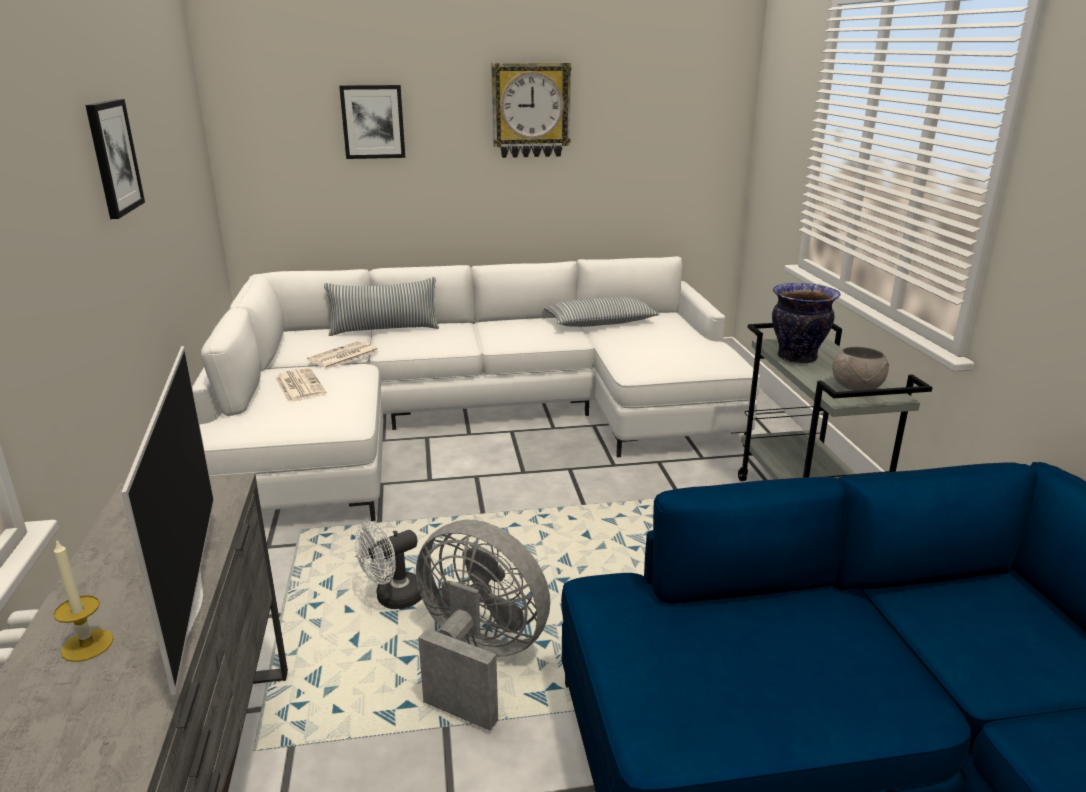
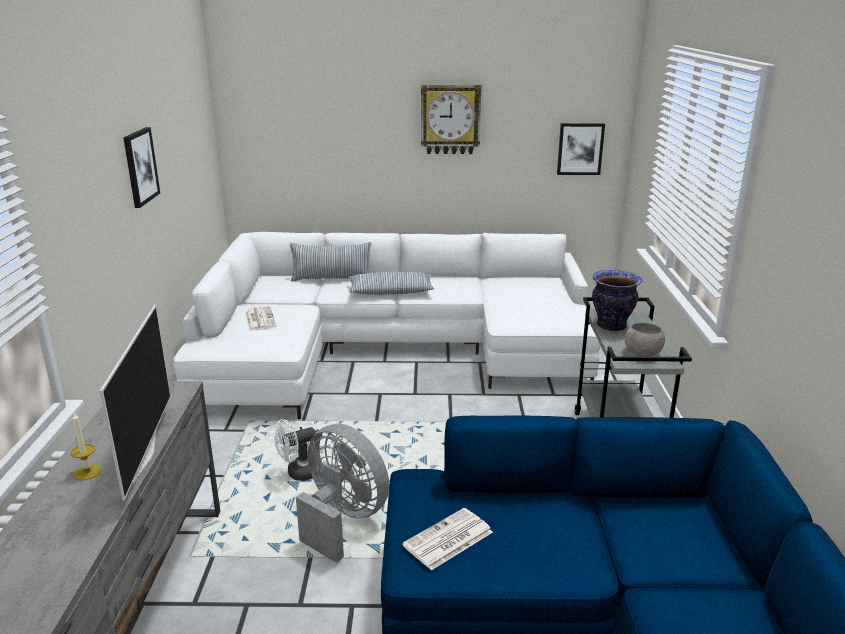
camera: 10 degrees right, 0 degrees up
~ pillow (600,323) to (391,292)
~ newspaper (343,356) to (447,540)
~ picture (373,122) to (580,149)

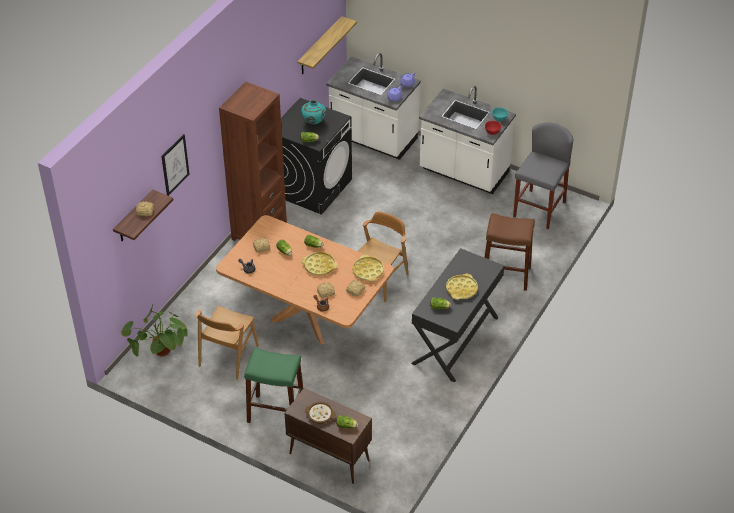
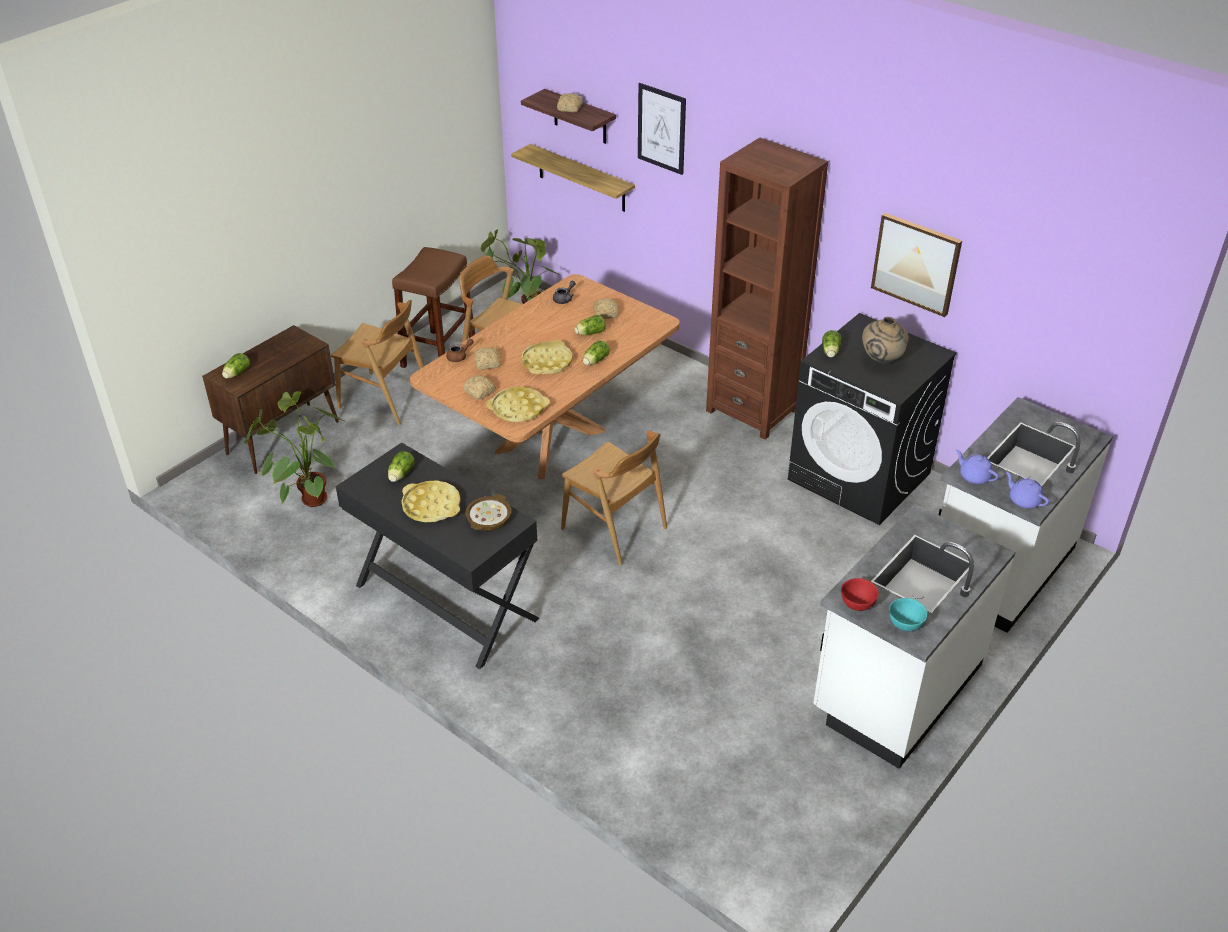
camera: 100 degrees right, 5 degrees down
+ potted plant (307,493)
~ green stool (276,412) to brown chair (384,399)
~ brown stool (506,275) to (438,354)
~ bowl (320,414) to (489,518)
~ shelf (320,46) to (581,178)
~ turquoise vase (313,122) to beige vase (882,360)
+ picture (916,263)
- grey stool (539,209)

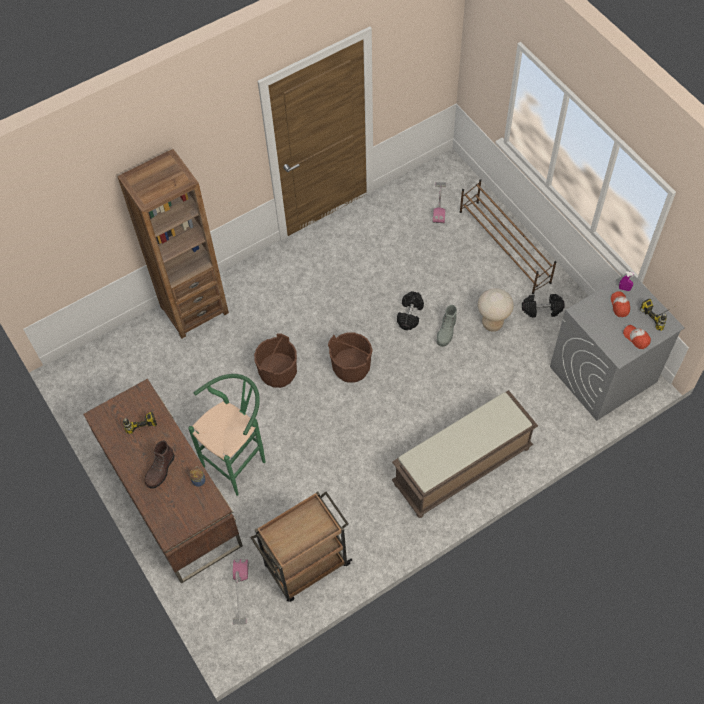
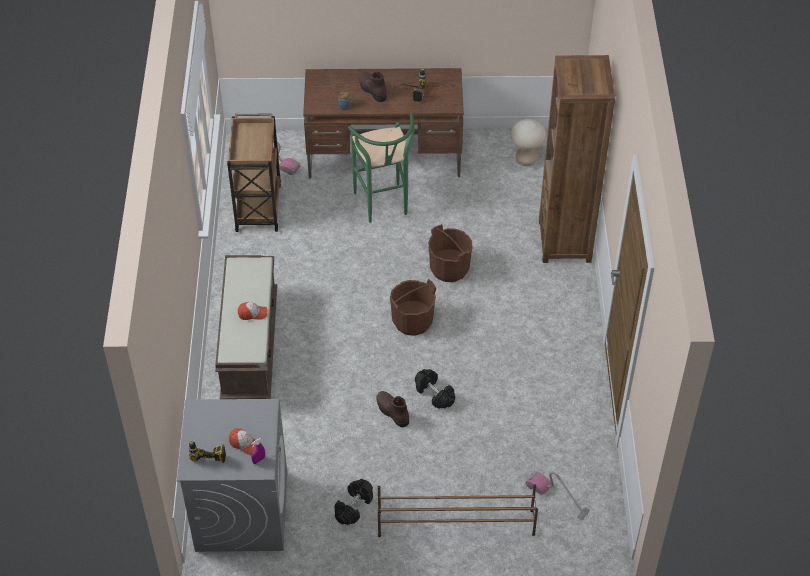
camera: 120 degrees right, 10 degrees down
~ cap (636,338) to (252,313)
~ grey boot (446,332) to brown boot (392,412)
~ beige stool (492,323) to (526,160)

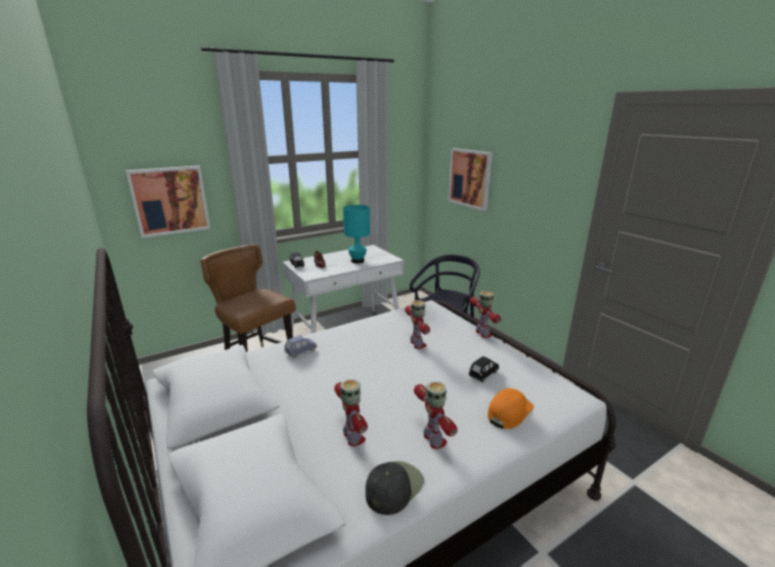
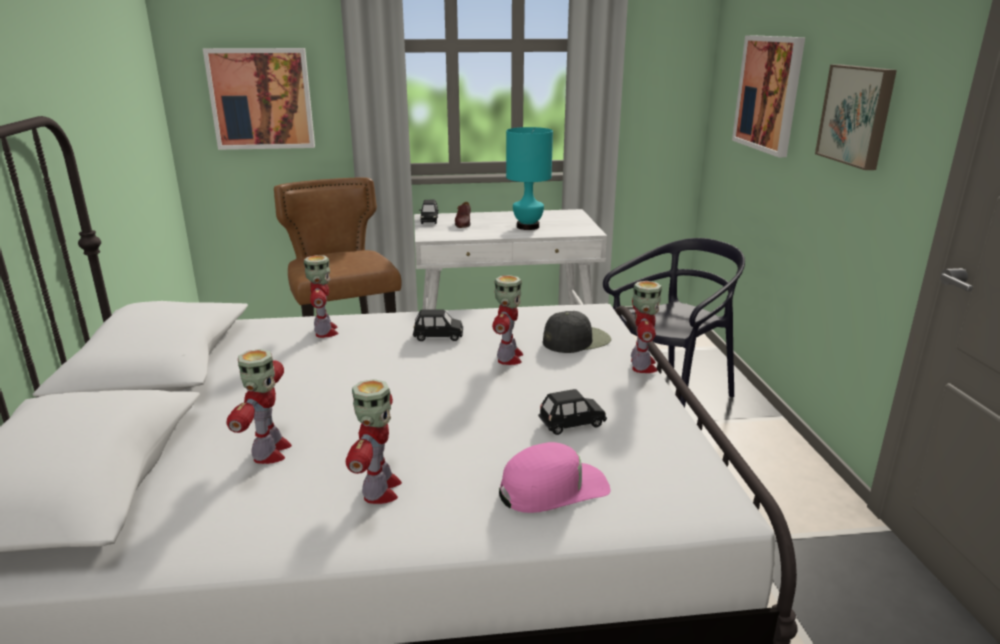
camera: 25 degrees right, 0 degrees up
~ blue toy car (301,351) to toy robot (325,332)
+ black toy car (438,336)
~ orange cap (509,412) to pink cap (553,489)
~ black cap (394,487) to (576,340)
+ picture (857,115)

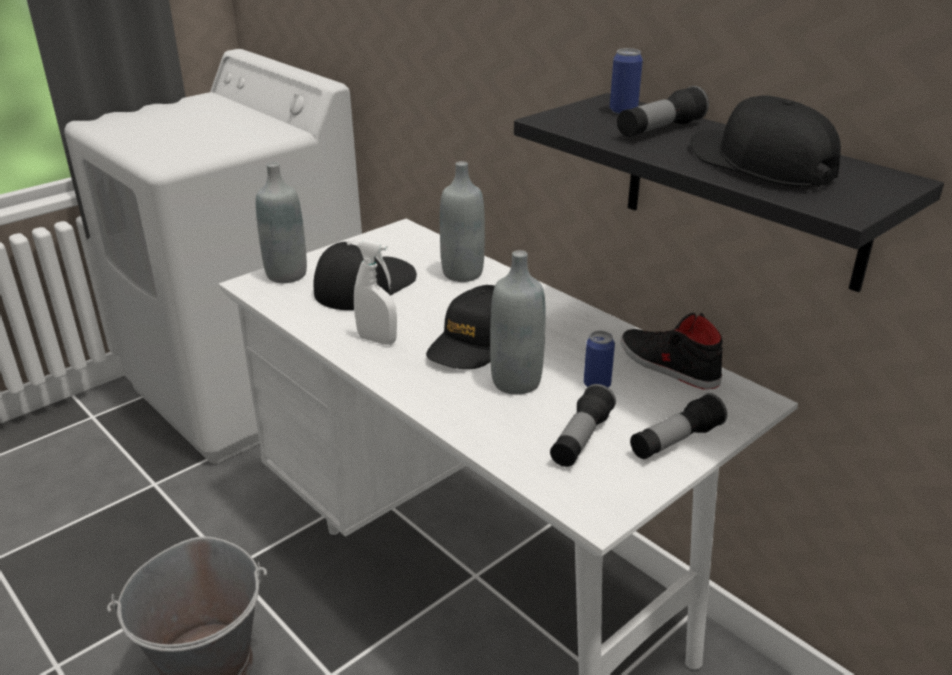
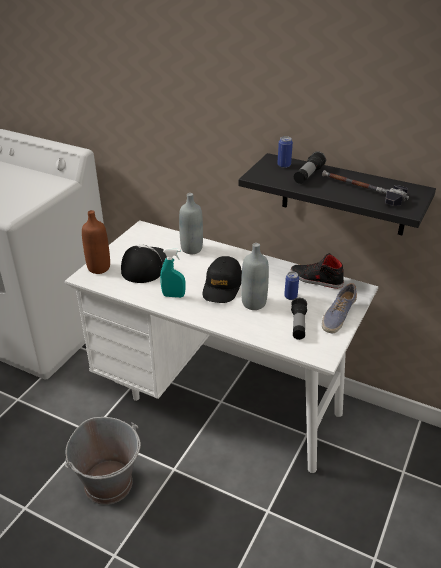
camera: 20 degrees left, 5 degrees up
~ grey bottle (286,275) to brown bottle (99,268)
~ white spray bottle (377,340) to turquoise spray bottle (173,295)
~ black cap (759,164) to hammer (362,190)
~ flashlight (675,441) to shoe (338,316)

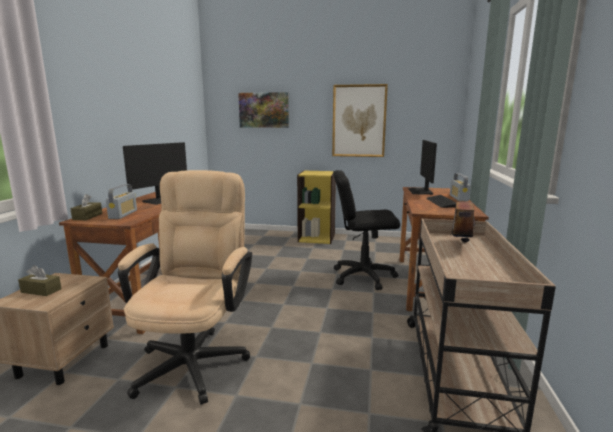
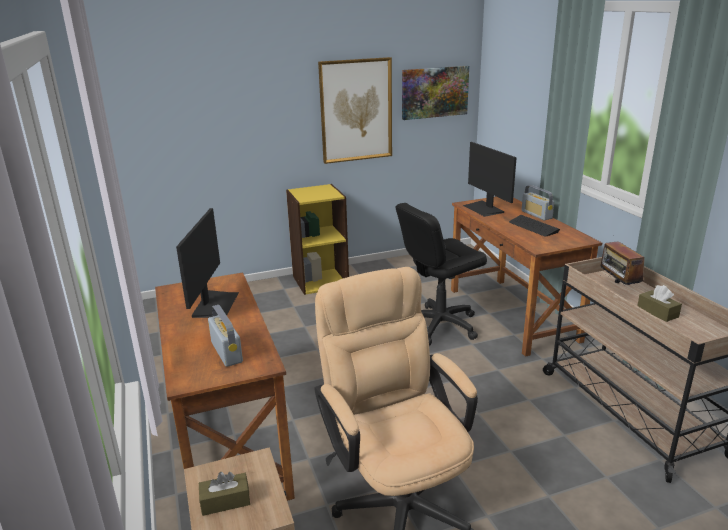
camera: 30 degrees left, 10 degrees up
~ picture (264,110) to (434,92)
~ brown tissue box (87,216) to (657,312)

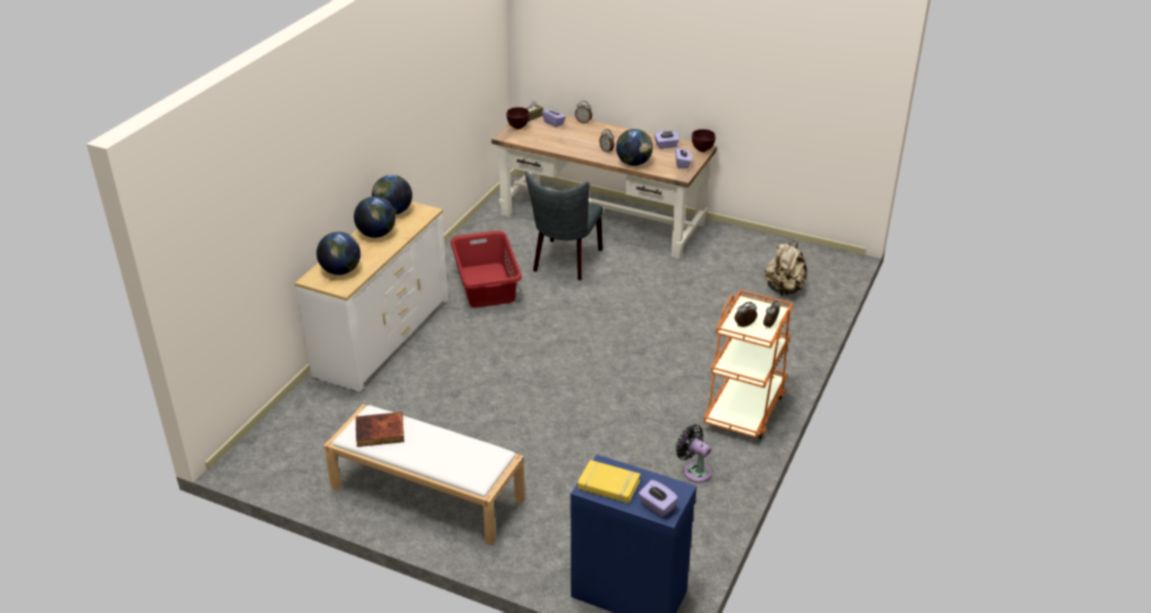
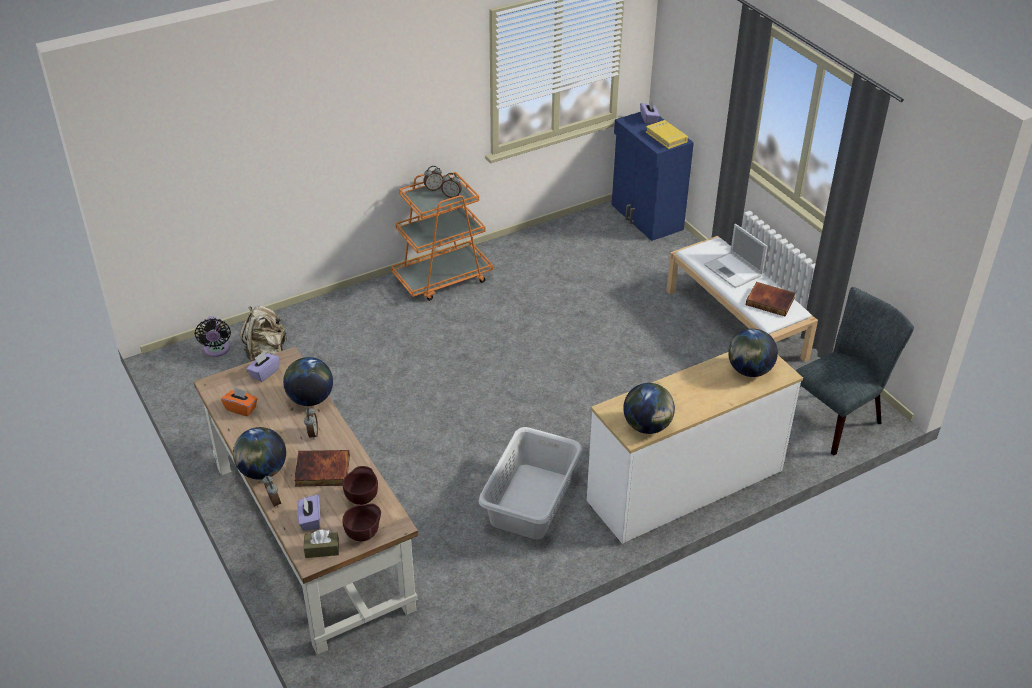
camera: 145 degrees left, 5 degrees up
~ black fan (695,471) to (216,350)
~ purple tissue box (666,145) to orange tissue box (241,408)
~ globe (376,234) to (262,471)
+ book (322,471)
~ brown bowl (703,150) to (362,498)
~ red laundry basket (487,285) to grey laundry basket (530,501)
+ laptop (734,271)
~ grey chair (565,262) to (838,418)

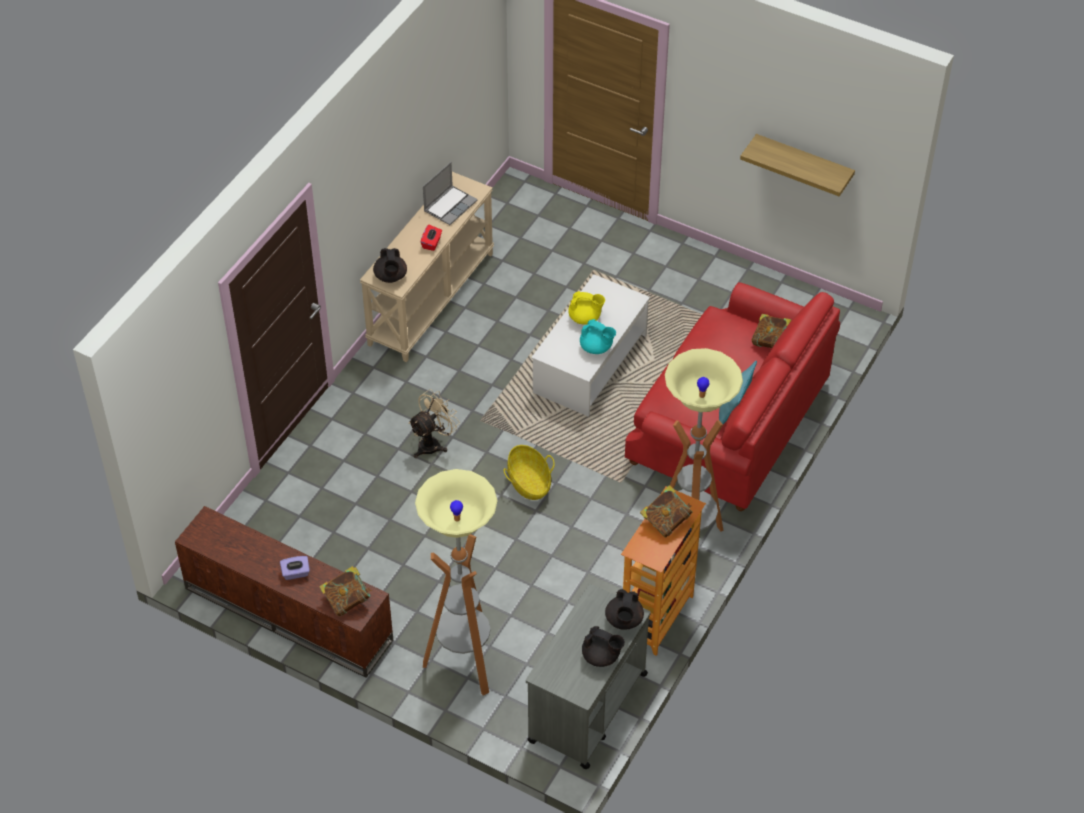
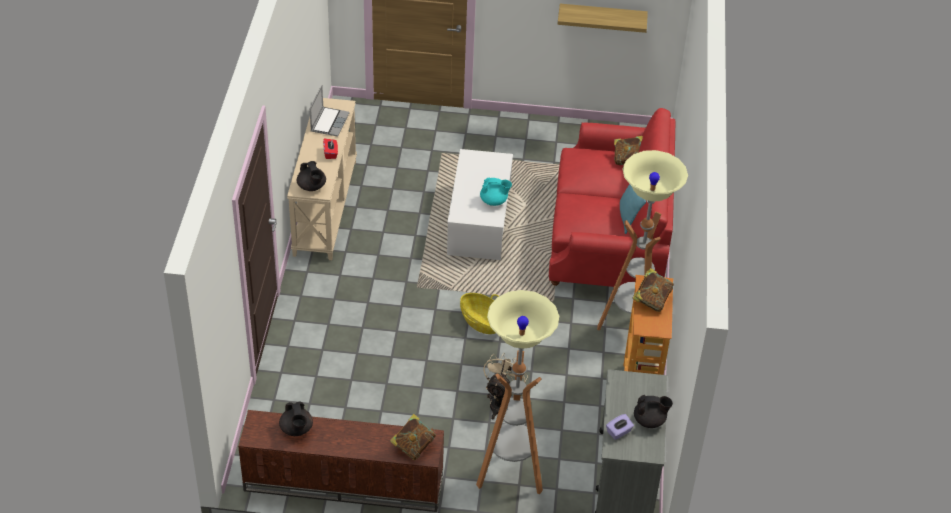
camera: 25 degrees left, 5 degrees down
~ black teapot (624,620) to (296,429)
~ beige fan (433,443) to (500,402)
~ purple tissue box (296,573) to (619,432)
- yellow teapot (585,318)

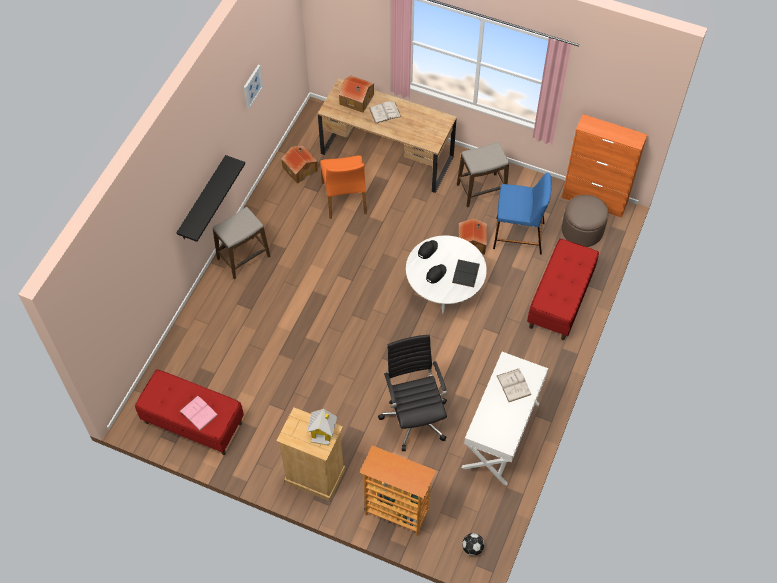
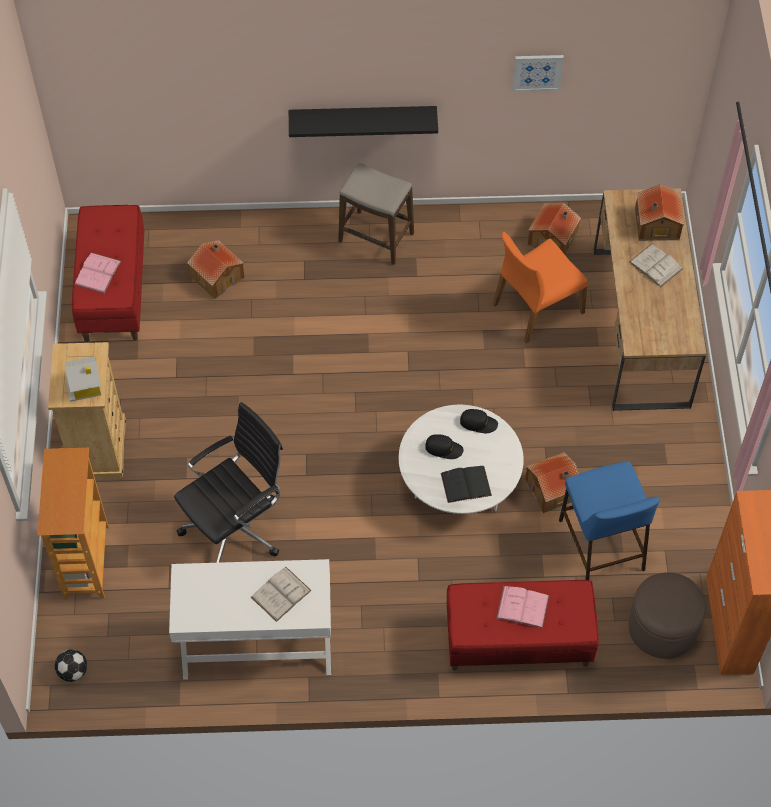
camera: 65 degrees right, 0 degrees up
+ toy house (217,275)
+ pink book (522,607)
- stool (481,190)

